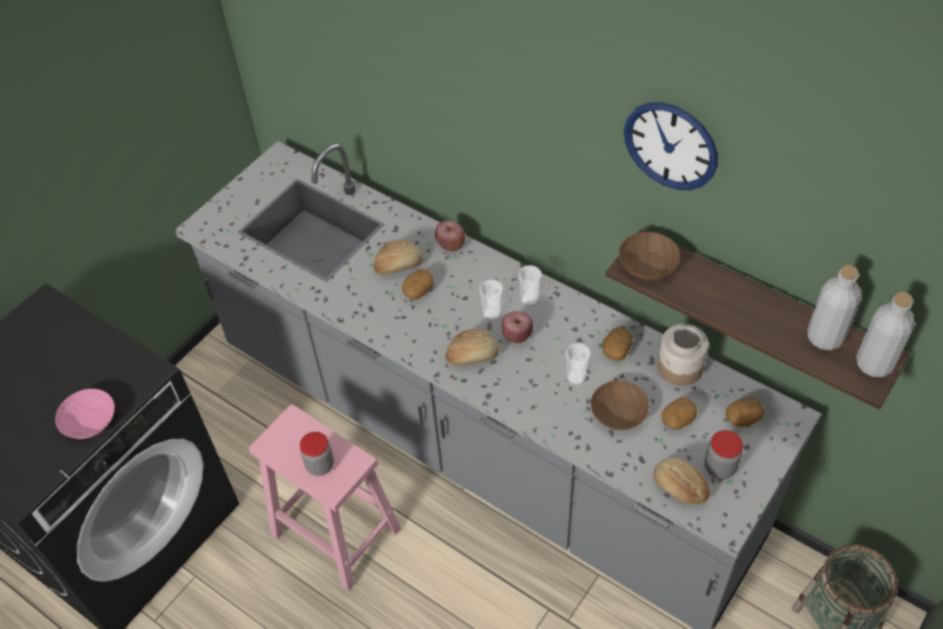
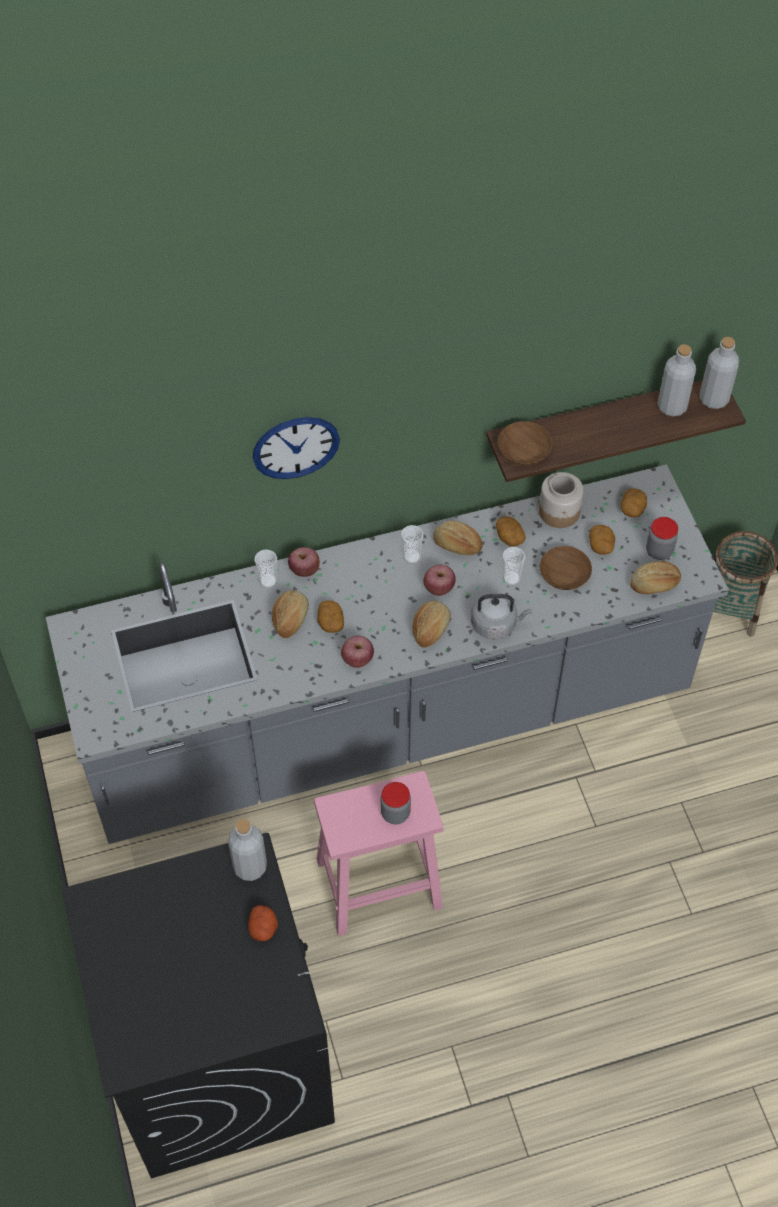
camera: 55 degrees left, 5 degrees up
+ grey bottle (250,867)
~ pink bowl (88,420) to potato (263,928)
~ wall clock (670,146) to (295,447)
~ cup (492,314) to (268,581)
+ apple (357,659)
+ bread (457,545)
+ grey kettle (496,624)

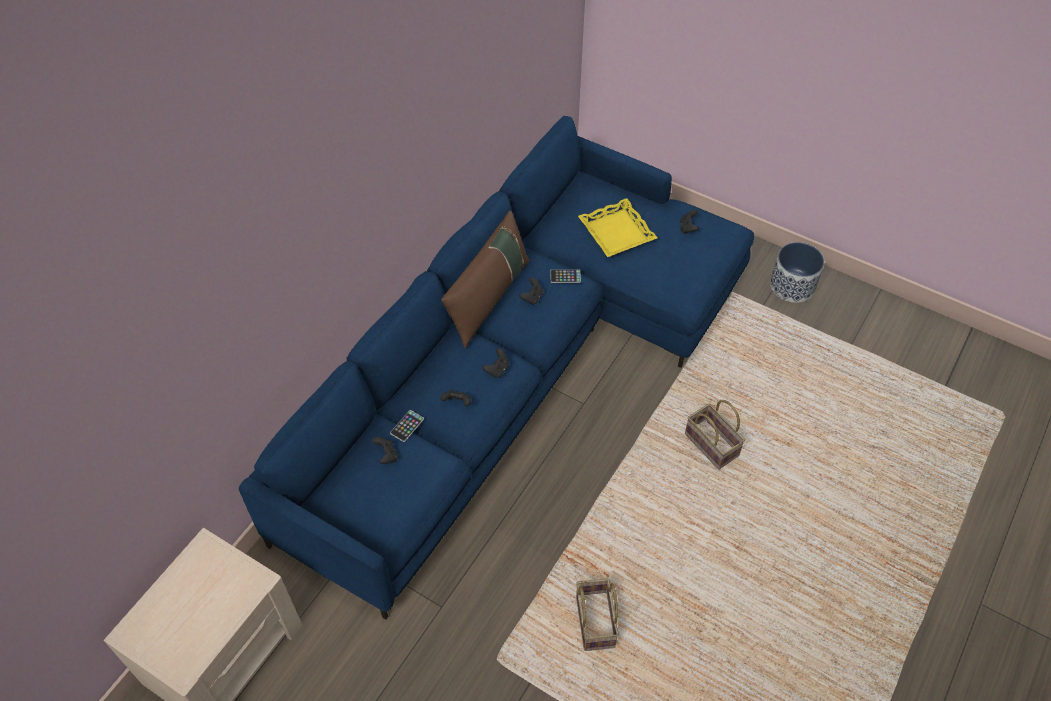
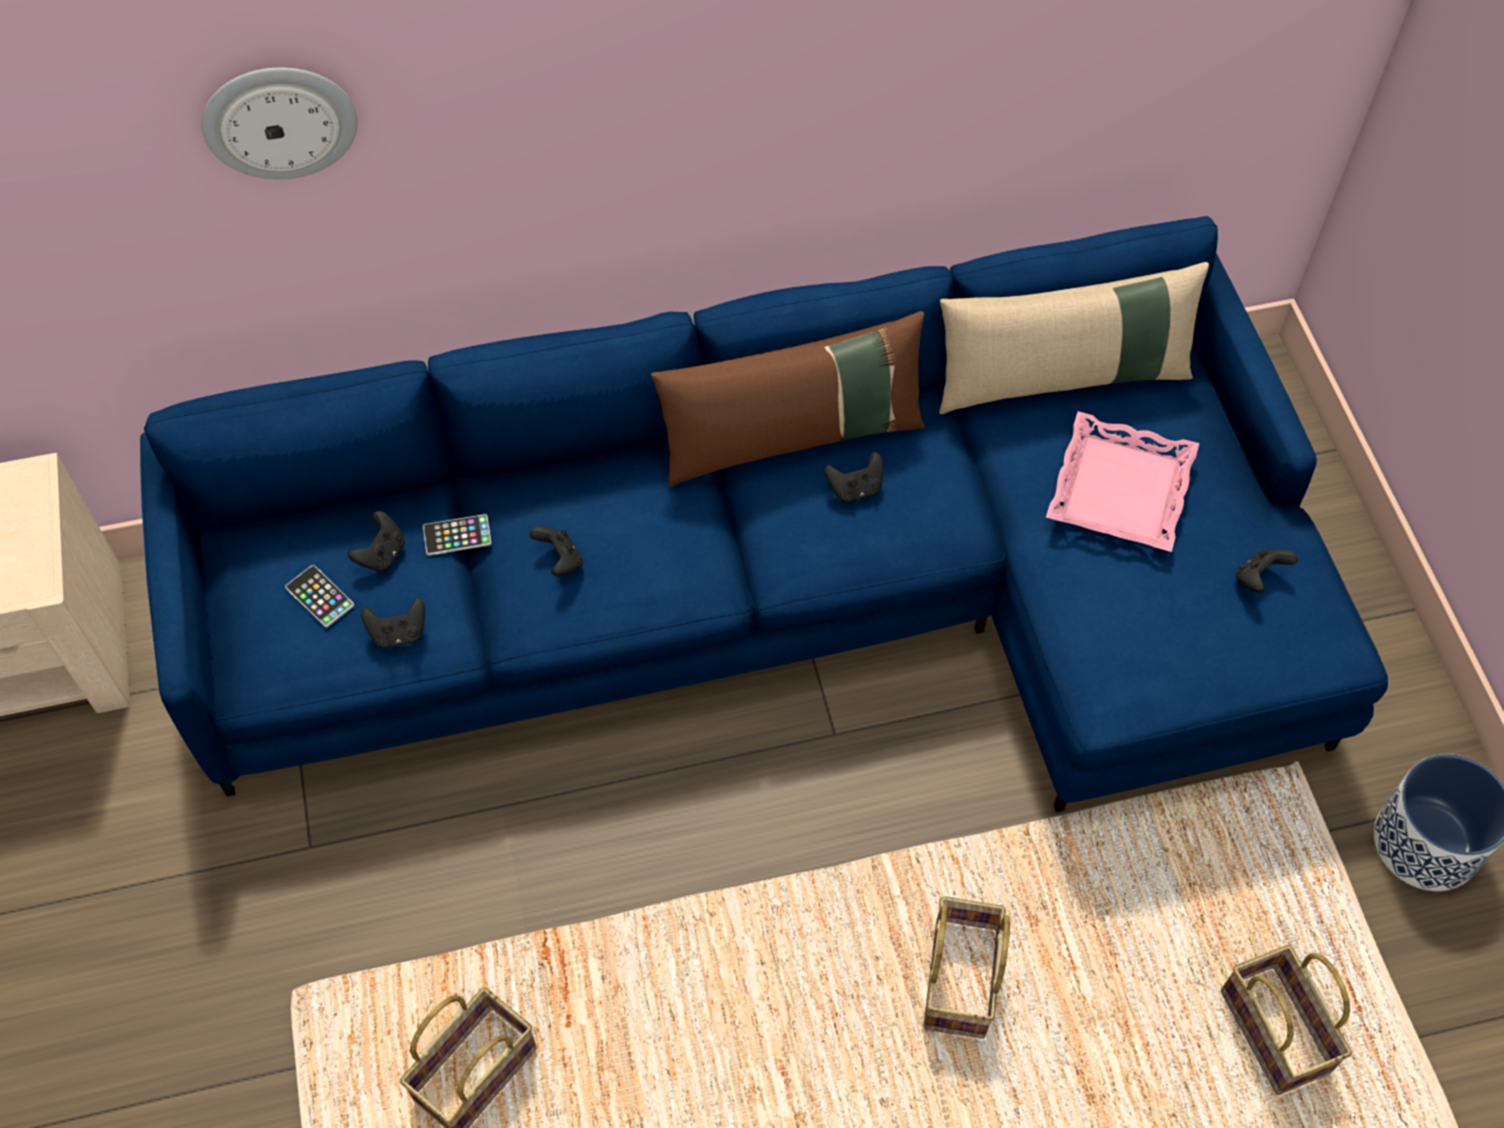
camera: 45 degrees right, 5 degrees up
+ wall clock (280,120)
~ phone (565,276) to (320,596)
~ black game controller (497,369) to (398,633)
+ beige pillow (1062,378)
~ yellow tray (617,232) to pink tray (1121,490)
+ basket (1278,1033)

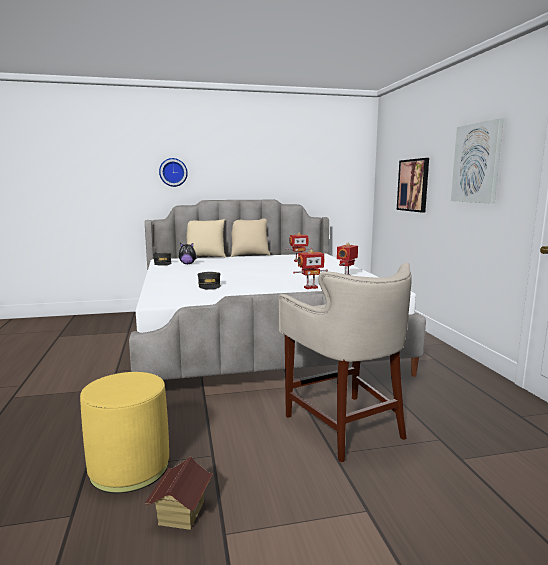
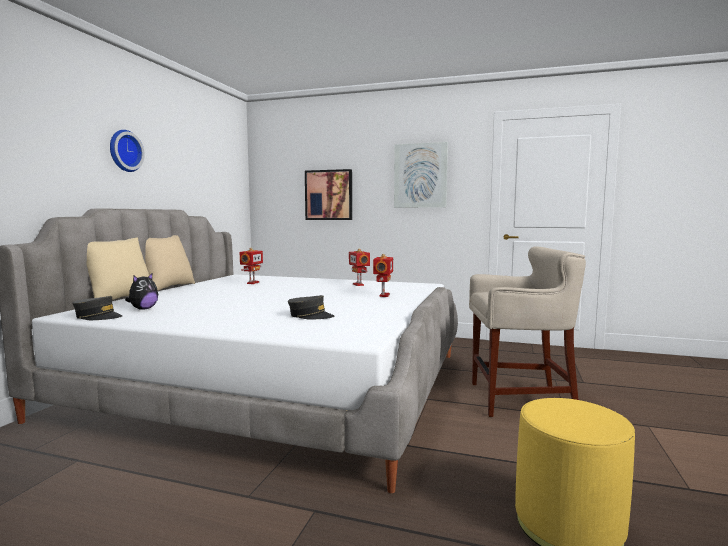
camera: 60 degrees left, 5 degrees down
~ wall clock (173,172) to (124,151)
- toy house (181,513)

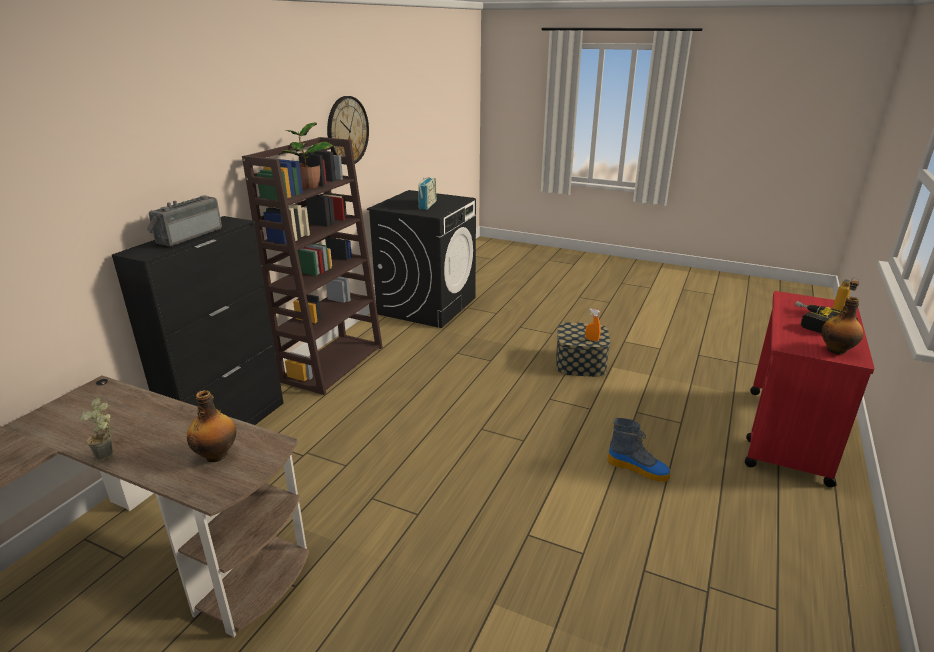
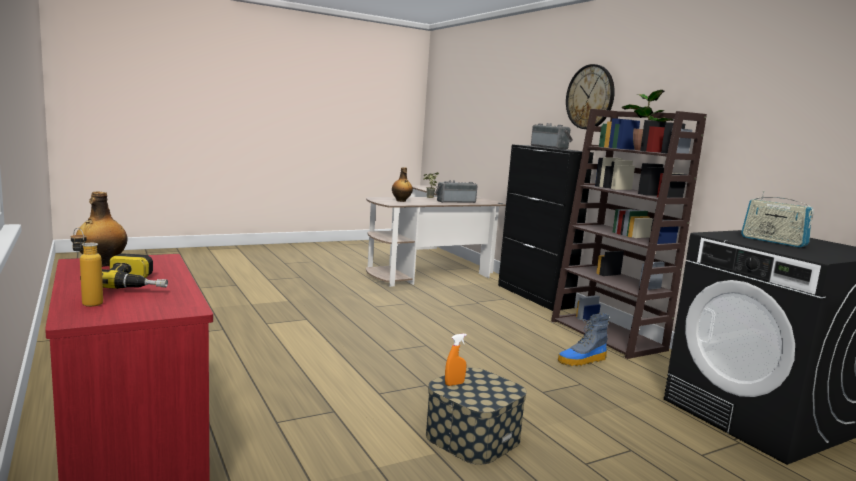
camera: 125 degrees right, 15 degrees down
+ radio (455,201)
~ boot (638,469) to (582,360)
~ wall clock (347,130) to (590,97)

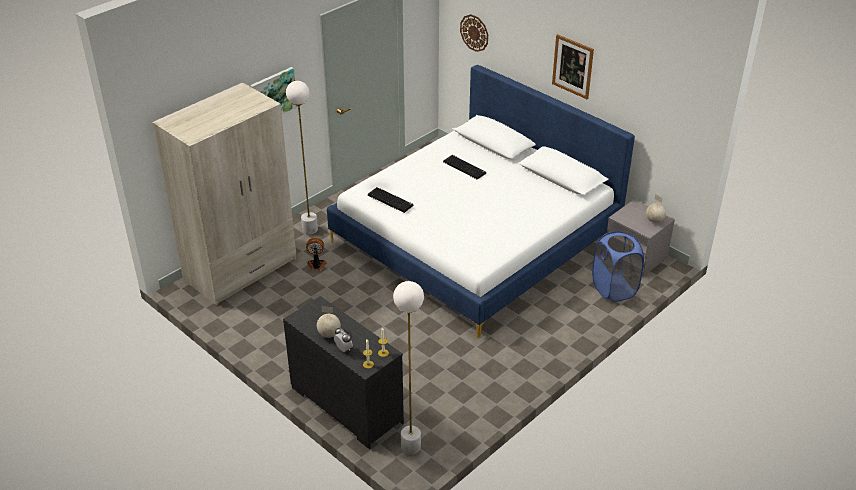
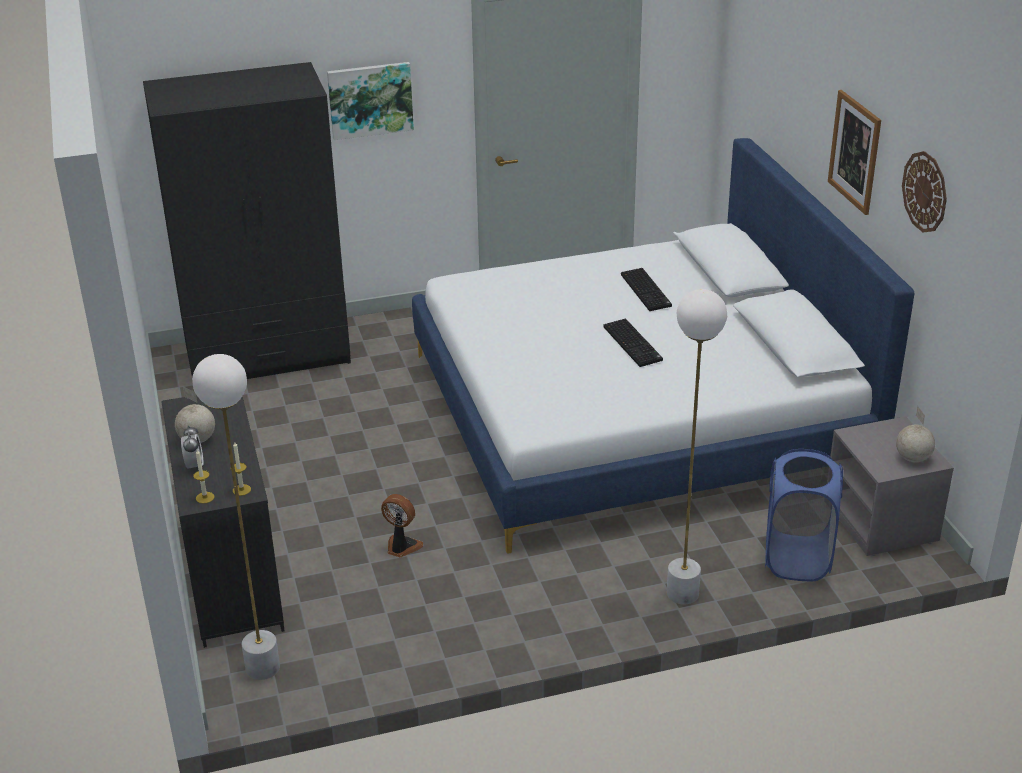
camera: 30 degrees right, 5 degrees down
~ beige wardrobe (241,269) to black wardrobe (268,355)
~ fan (316,265) to (401,547)
~ keyboard (391,200) to (634,344)
~ white floor lamp (310,229) to (682,594)
~ wall clock (474,32) to (925,192)

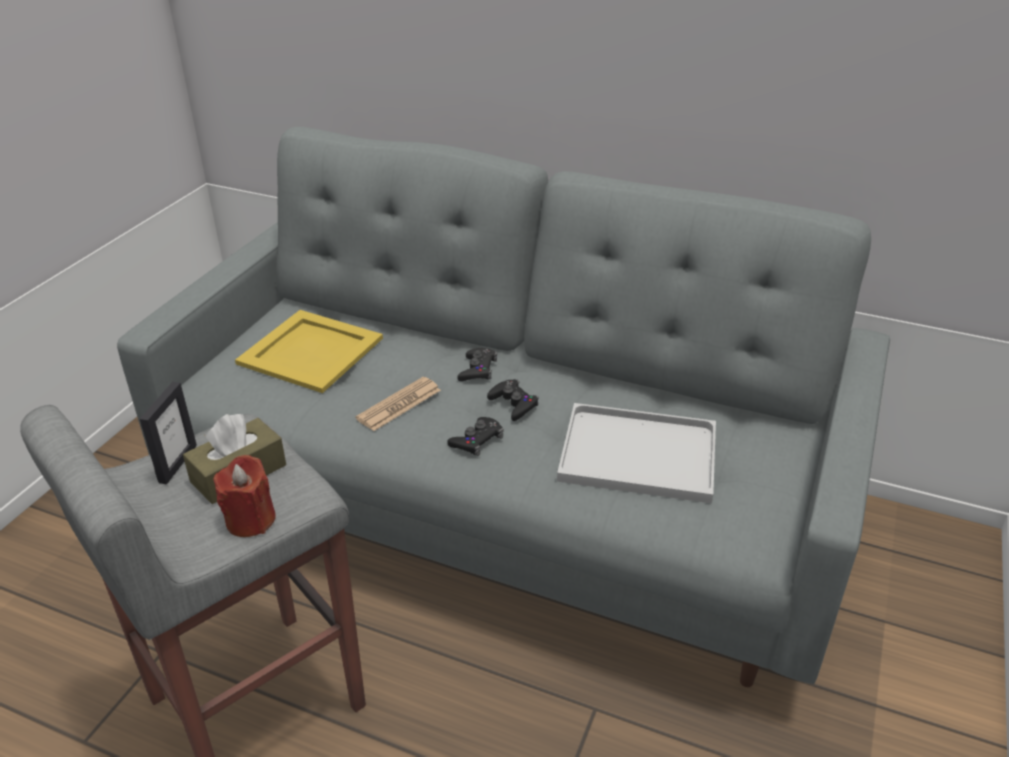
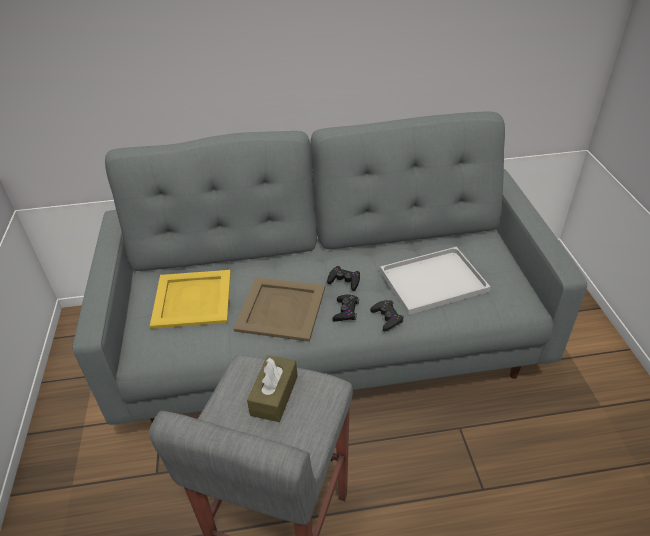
camera: 30 degrees left, 5 degrees up
~ newspaper (399,404) to beige tray (281,309)
~ black game controller (478,370) to (387,317)
- picture frame (177,463)
- red candle (250,520)

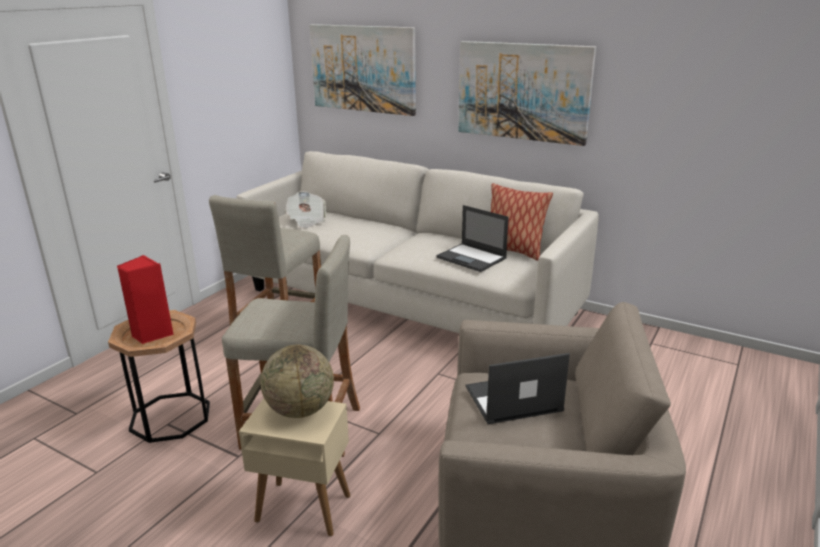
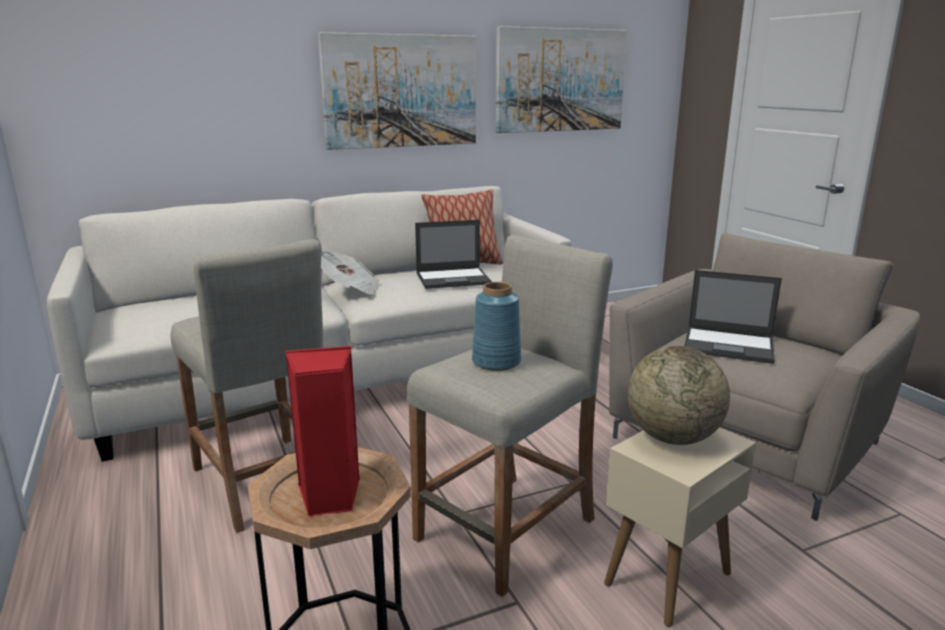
camera: 55 degrees left, 5 degrees down
~ newspaper (307,221) to (350,288)
+ blue vase (495,362)
~ picture (363,69) to (560,80)
~ laptop (512,399) = (729,345) 90 degrees counterclockwise

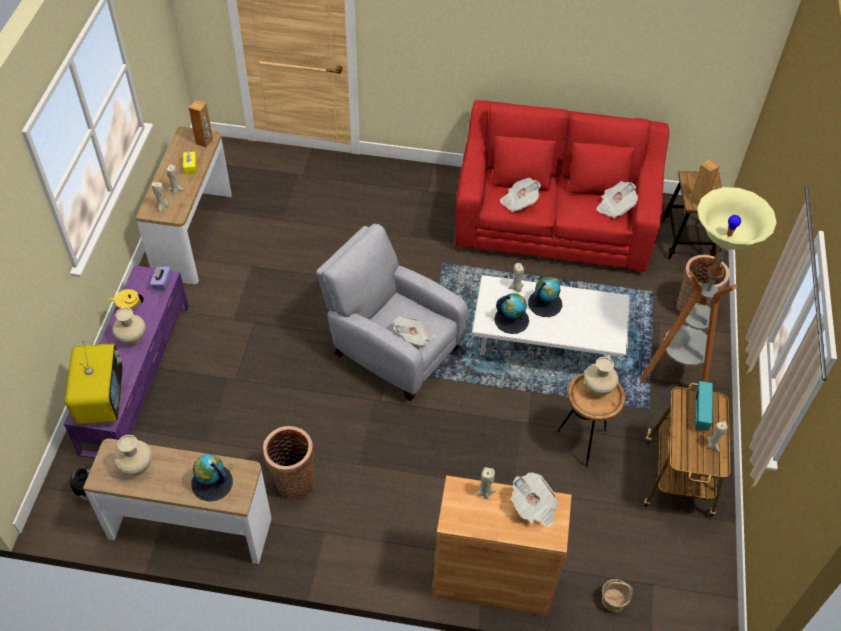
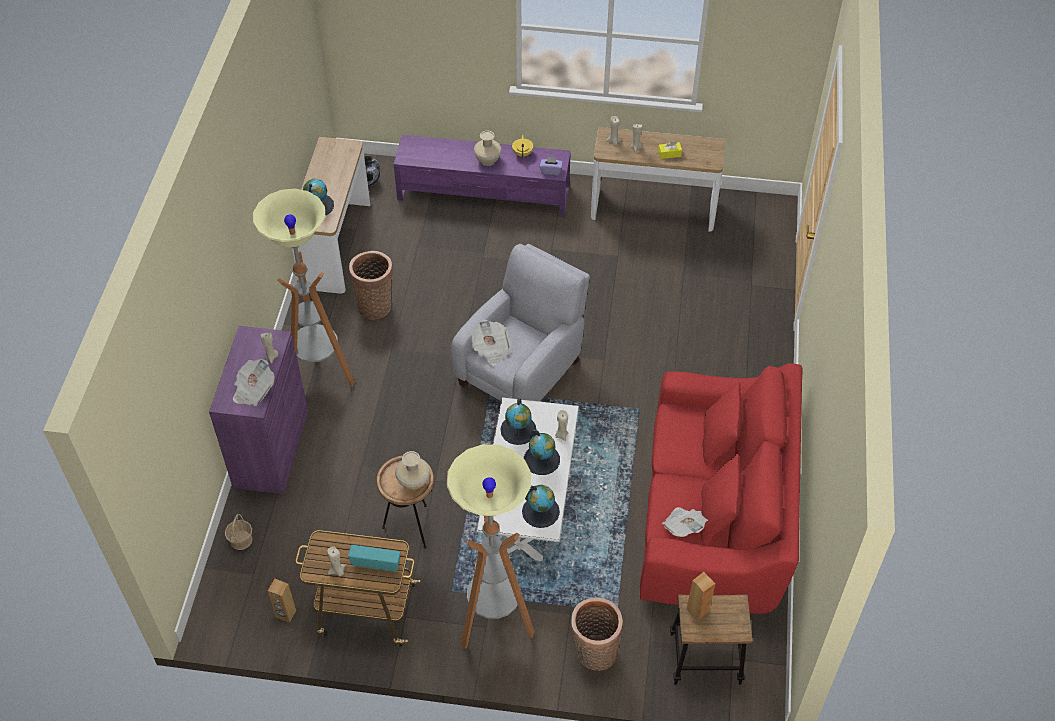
camera: 90 degrees right, 0 degrees up
~ brown cabinet (493,579) to purple cabinet (271,448)
+ floor lamp (320,375)
~ brown speaker (204,141) to (286,614)
+ globe (540,511)
- television (101,400)
- beige vase (136,467)
- newspaper (519,202)

